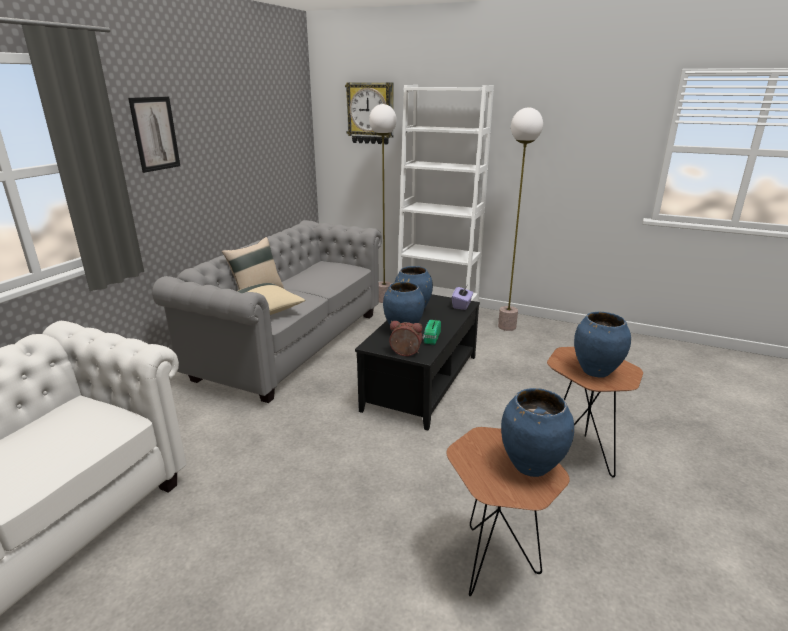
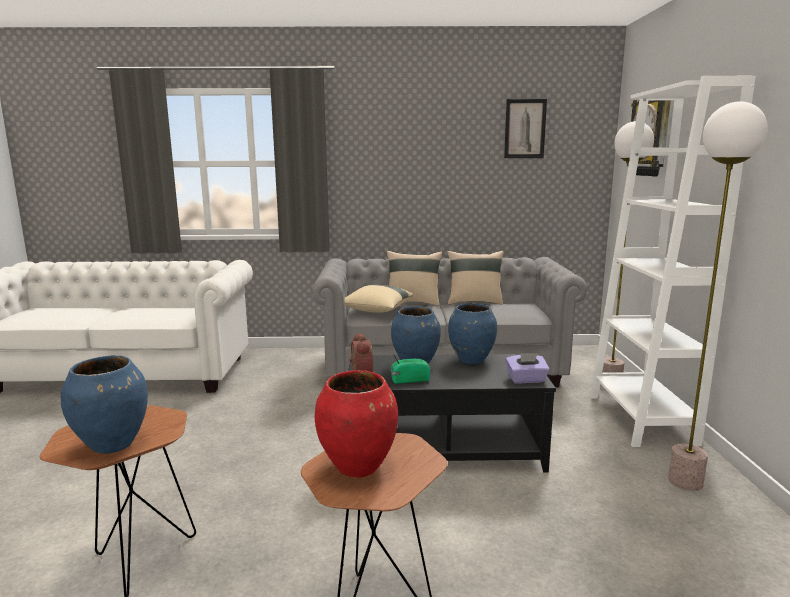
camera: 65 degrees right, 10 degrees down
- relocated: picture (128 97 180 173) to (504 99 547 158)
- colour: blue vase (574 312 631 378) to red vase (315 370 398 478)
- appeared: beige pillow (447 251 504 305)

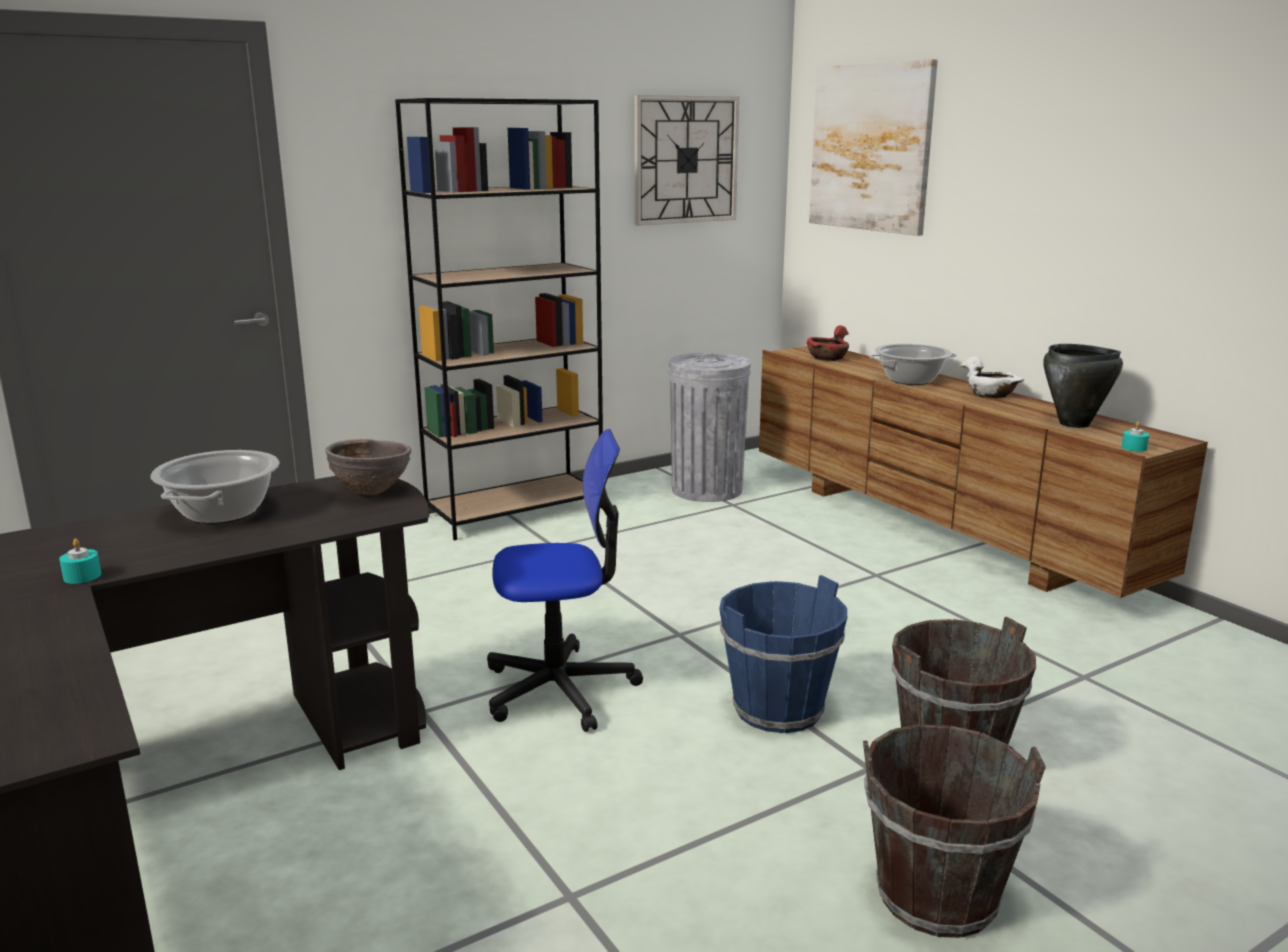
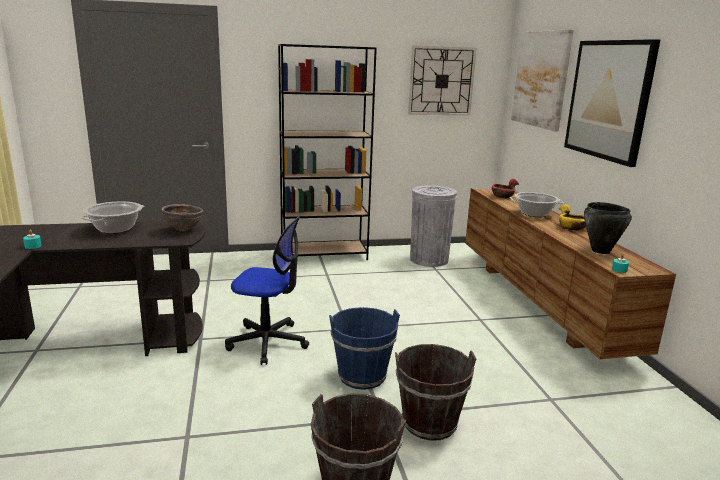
camera: 20 degrees right, 0 degrees up
- colour: white bowl (959 356 1024 398) to yellow bowl (558 204 586 230)
- appeared: picture (564 39 660 167)

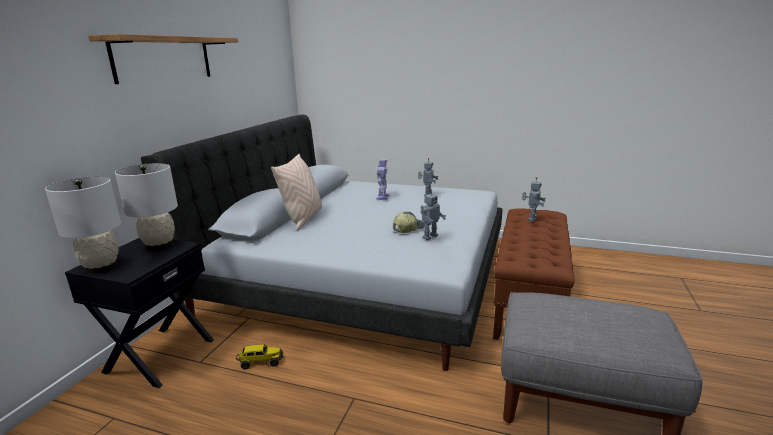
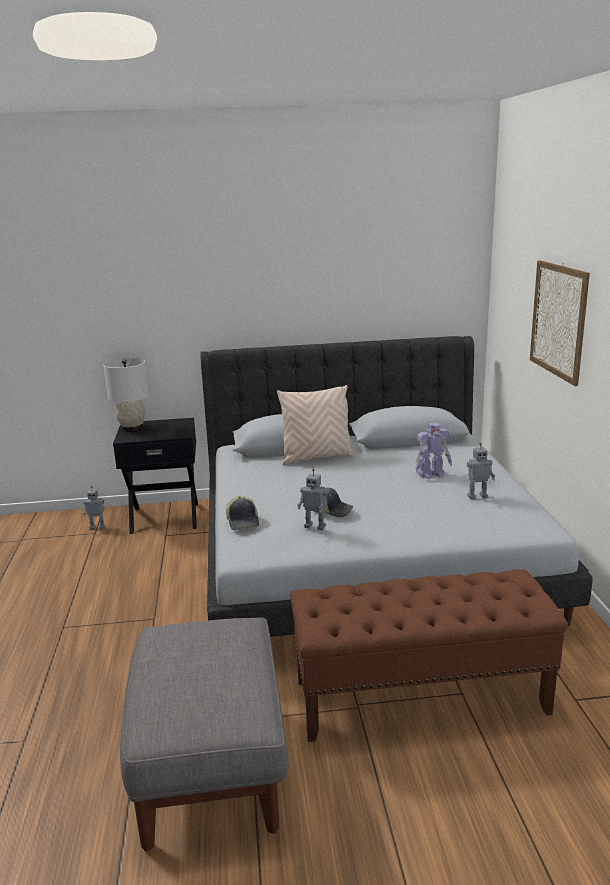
camera: 65 degrees right, 0 degrees up
- missing: shelf (88 34 238 84)
- missing: white table lamp (115 163 178 250)
- missing: toy truck (236 344 283 369)
- relocated: toy robot (522 177 546 222) to (83 486 105 530)
- appeared: cap (226 496 259 530)
- appeared: picture (530 260 590 386)

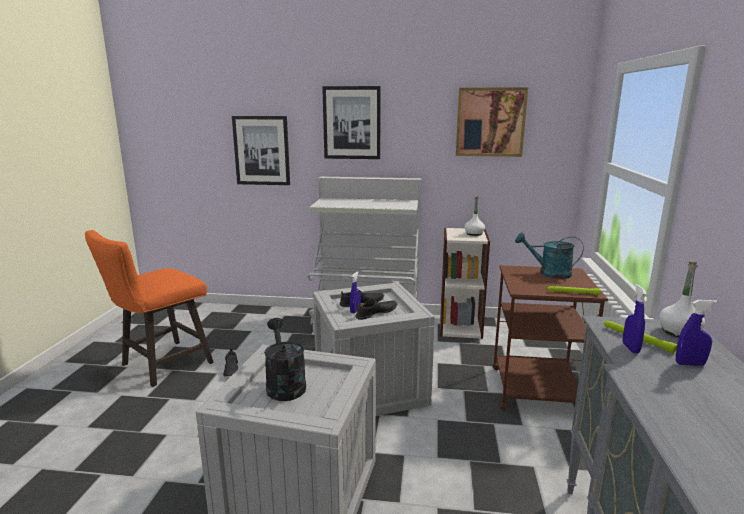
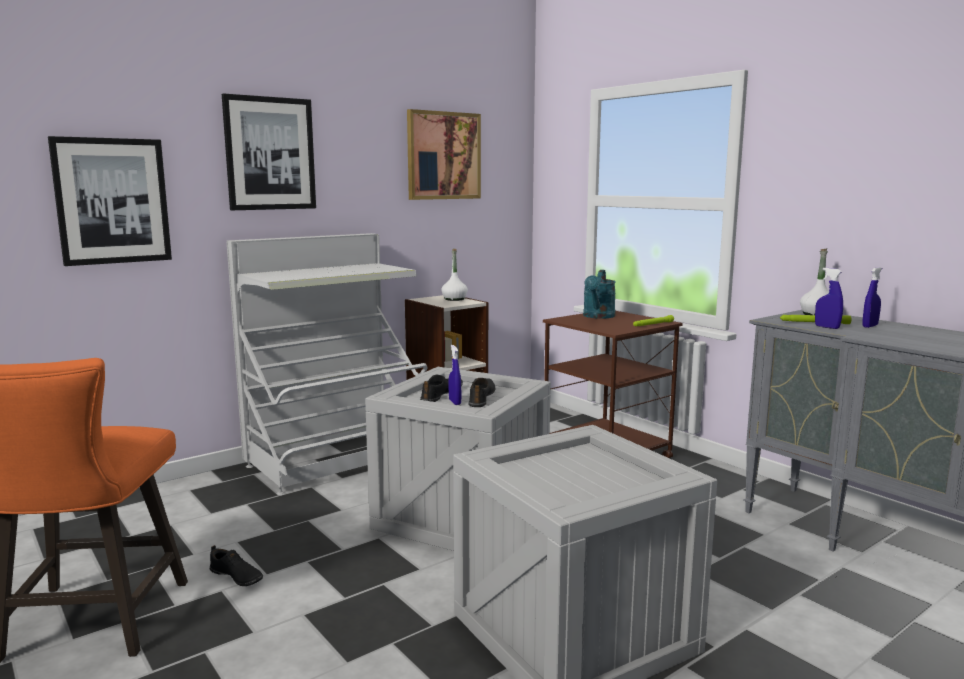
camera: 45 degrees left, 5 degrees down
- missing: black watering can (264 318 306 401)
- spun: turquoise watering can (515 232 584 279) = (583 270 616 319) 45 degrees counterclockwise

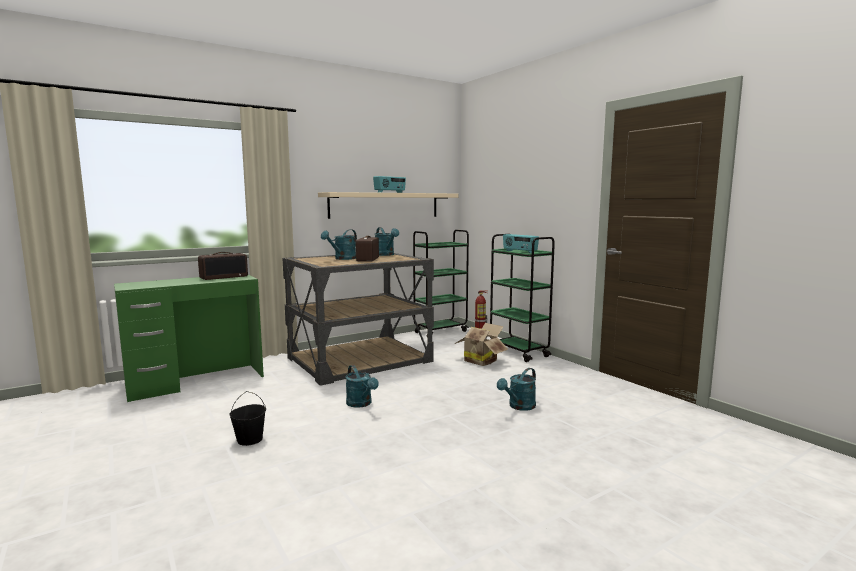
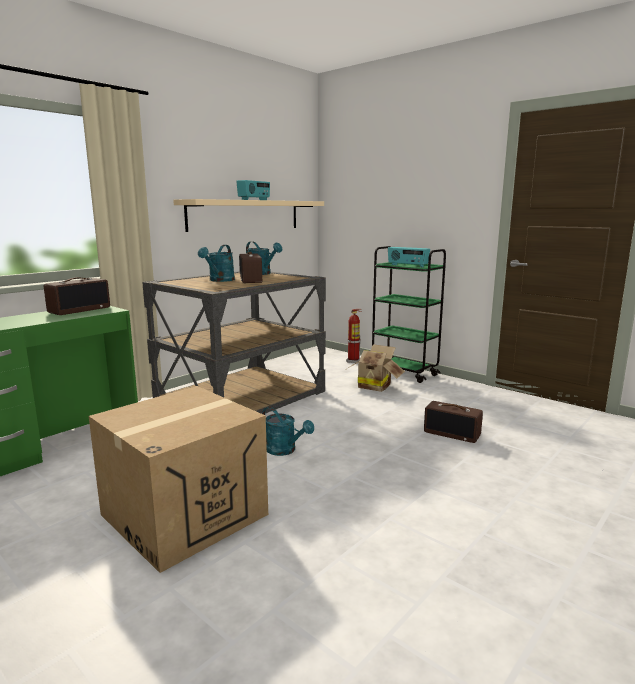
camera: 15 degrees left, 5 degrees up
- exchanged: black bucket (229 391 266 446) to cardboard box (89 386 268 573)
- missing: green cart (413 230 469 337)
- exchanged: turquoise watering can (497 368 536 411) to radio (424 401 483 443)

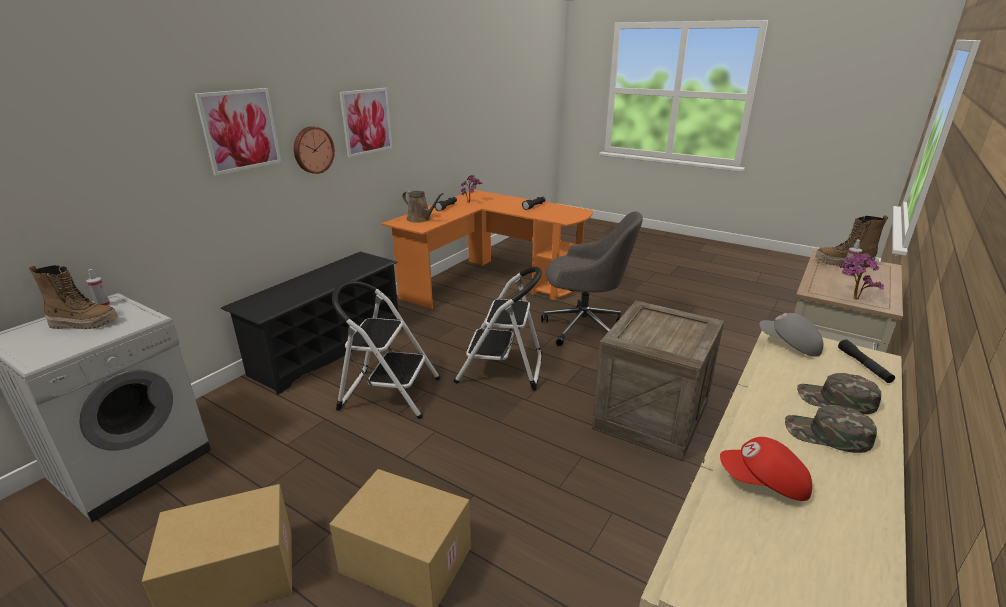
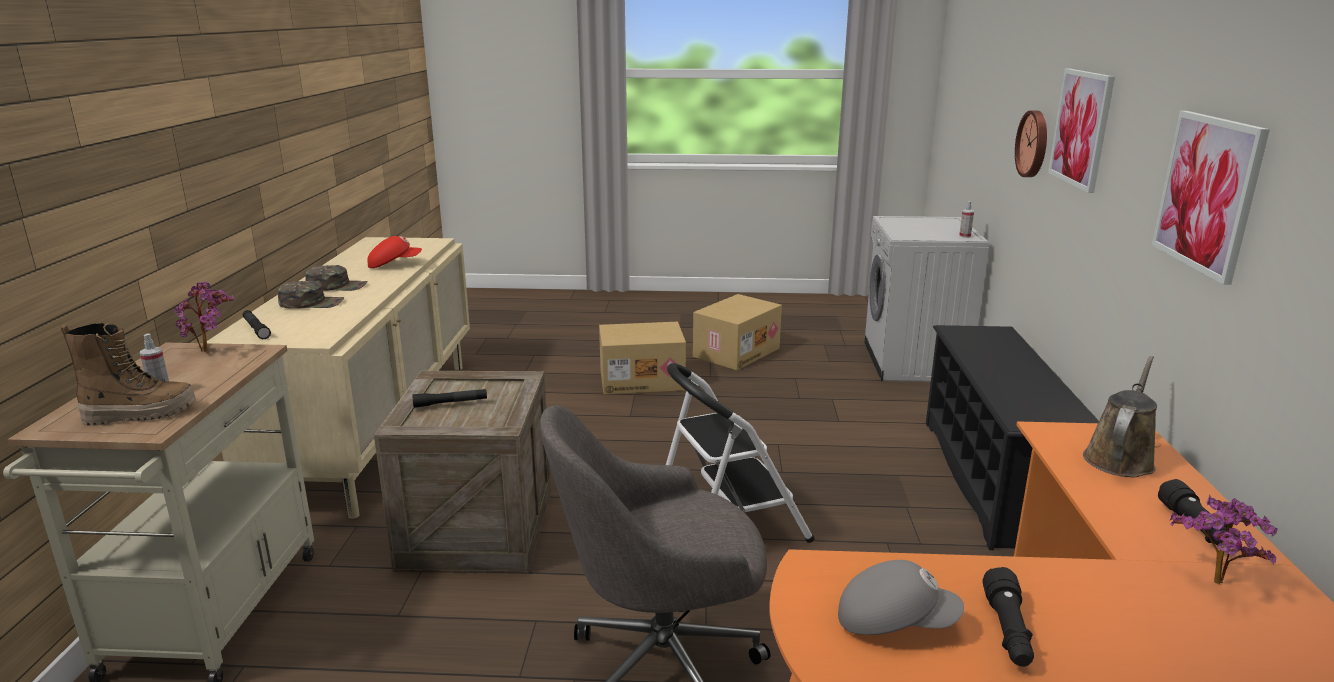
camera: 150 degrees right, 5 degrees down
- missing: boot (29 265 118 329)
- relocated: wall clock (294 126 335 174) to (1015 111 1047 177)
- missing: step ladder (332 281 441 419)
- spun: brown watering can (402 191 444 223) = (1083 356 1157 477) 120 degrees clockwise
- relocated: grey cap (760 313 823 357) to (838 560 964 635)
- appeared: black flashlight (413 389 487 408)

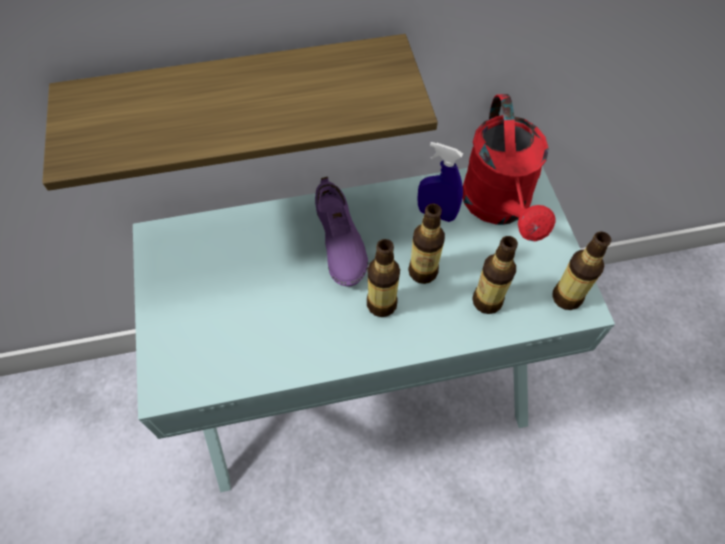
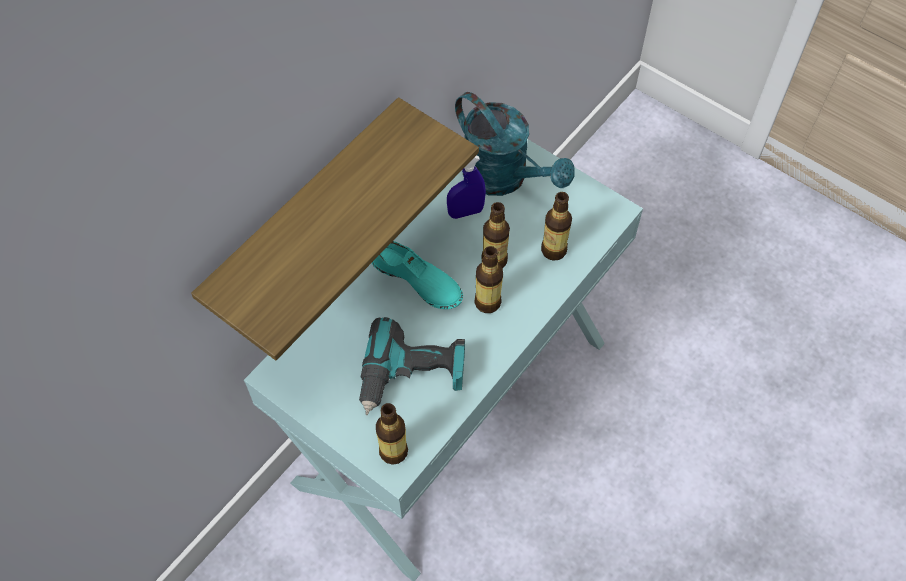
camera: 40 degrees left, 0 degrees up
- colour: purple shoe (315 177 368 287) to turquoise shoe (372 241 463 309)
- colour: red watering can (463 94 555 241) to turquoise watering can (455 92 575 196)
- relocated: bottle (552 231 611 310) to (376 403 408 465)
- appeared: power drill (359 317 465 415)

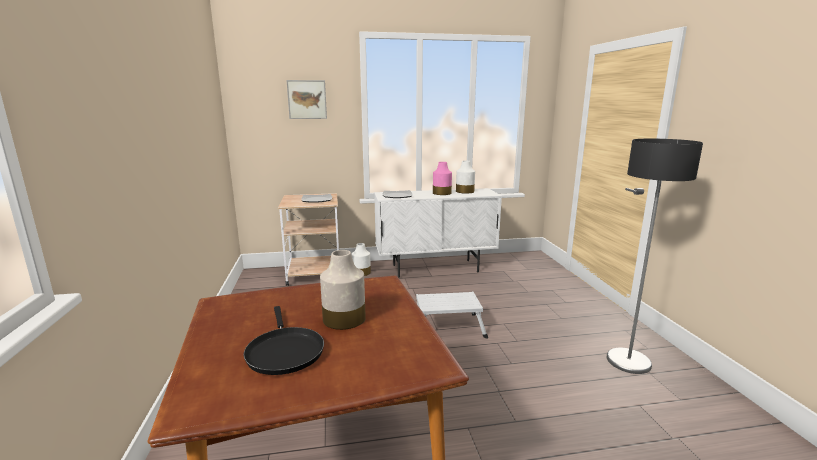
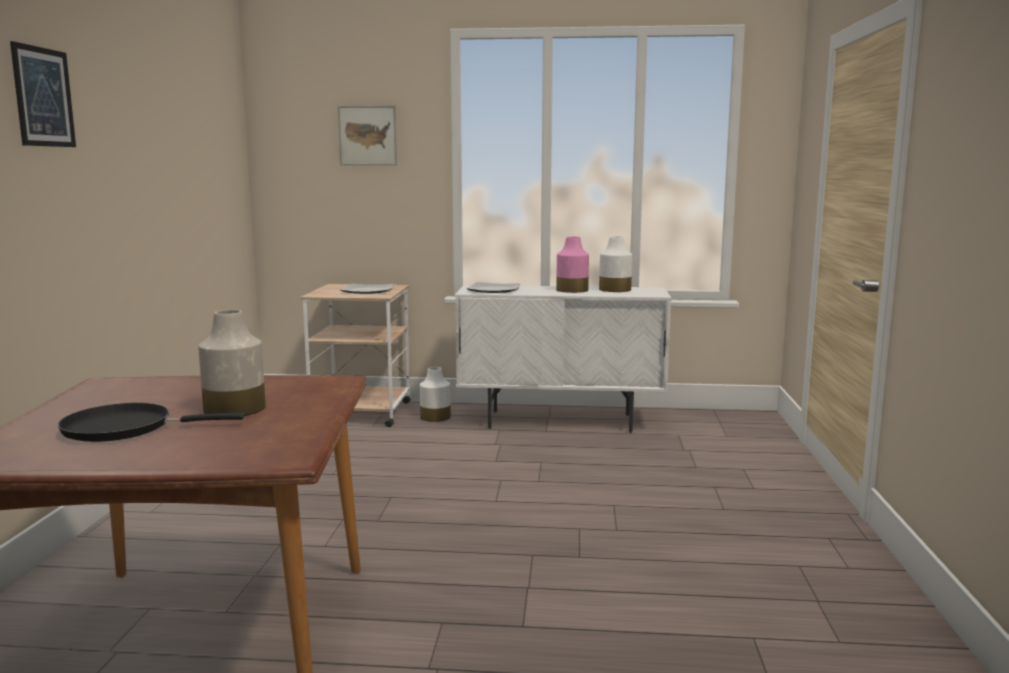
camera: 15 degrees right, 5 degrees down
- spun: black frying pan (243 306 324 375) = (58 403 244 442) 90 degrees clockwise
- missing: white step ladder (416 292 488 339)
- missing: floor lamp (607 139 703 374)
- appeared: picture (10 41 76 147)

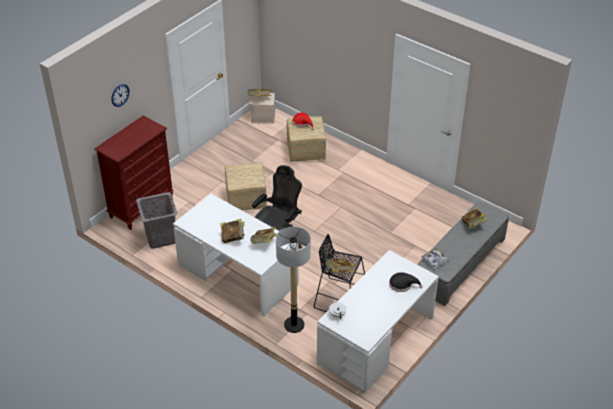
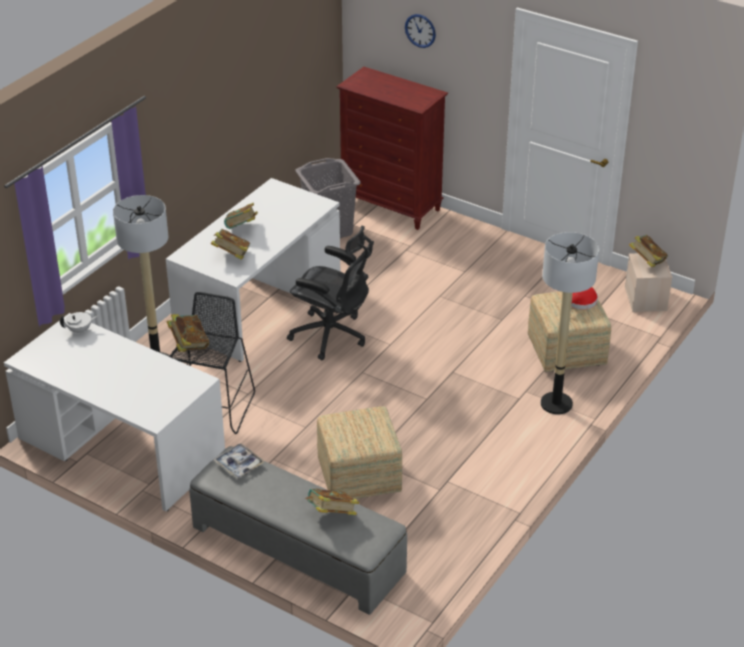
camera: 85 degrees right, 5 degrees down
- relocated: ottoman (225 162 267 210) to (317 406 402 499)
- missing: black hat (389 272 422 292)
- appeared: floor lamp (541 232 599 414)

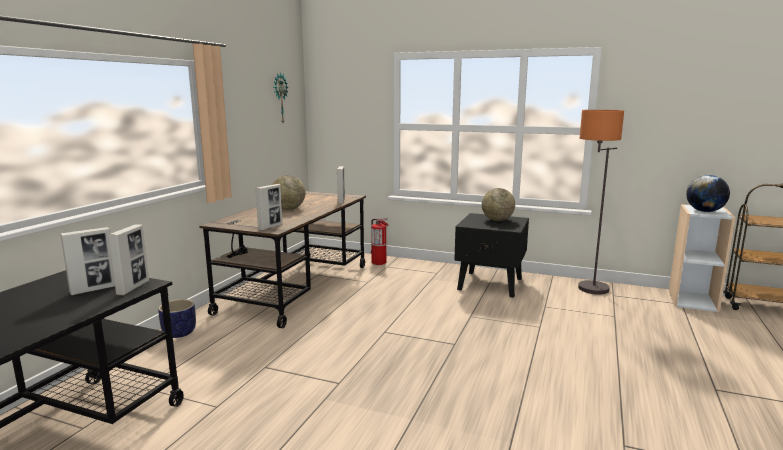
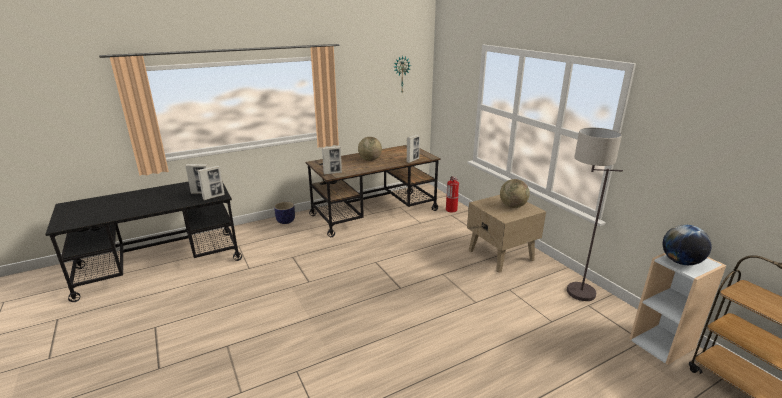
camera: 40 degrees right, 10 degrees up
- colour: black nightstand (454 213 529 298) to beige nightstand (467 195 546 273)
- colour: orange floor lamp (578 110 624 295) to grey floor lamp (567 128 623 301)

